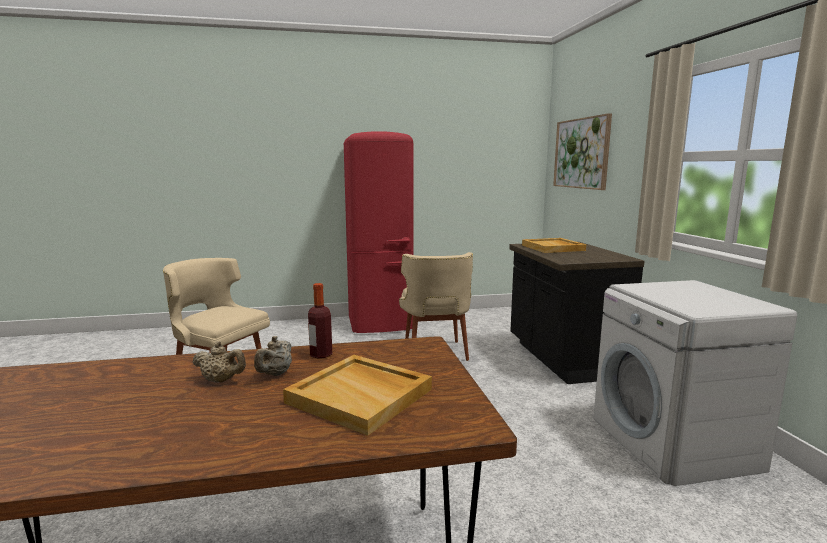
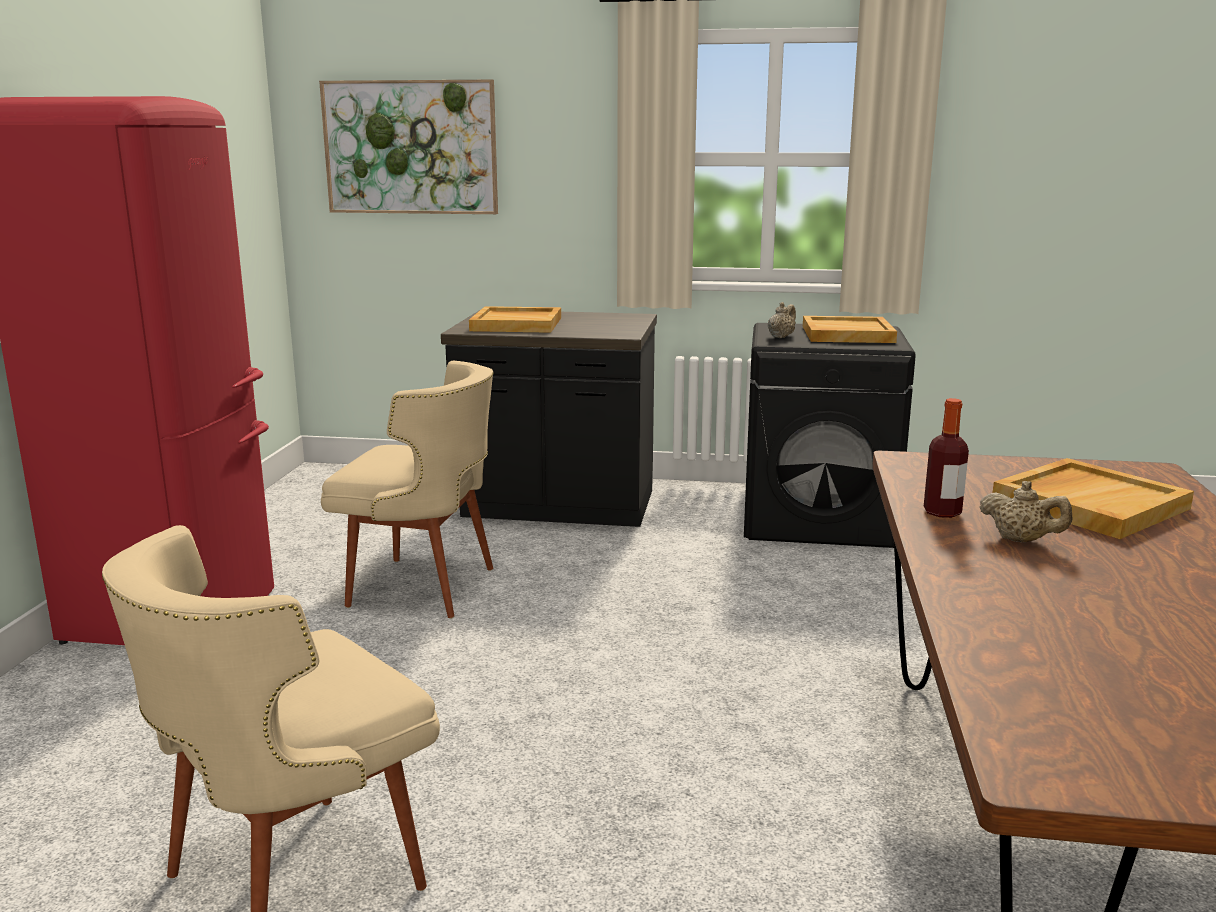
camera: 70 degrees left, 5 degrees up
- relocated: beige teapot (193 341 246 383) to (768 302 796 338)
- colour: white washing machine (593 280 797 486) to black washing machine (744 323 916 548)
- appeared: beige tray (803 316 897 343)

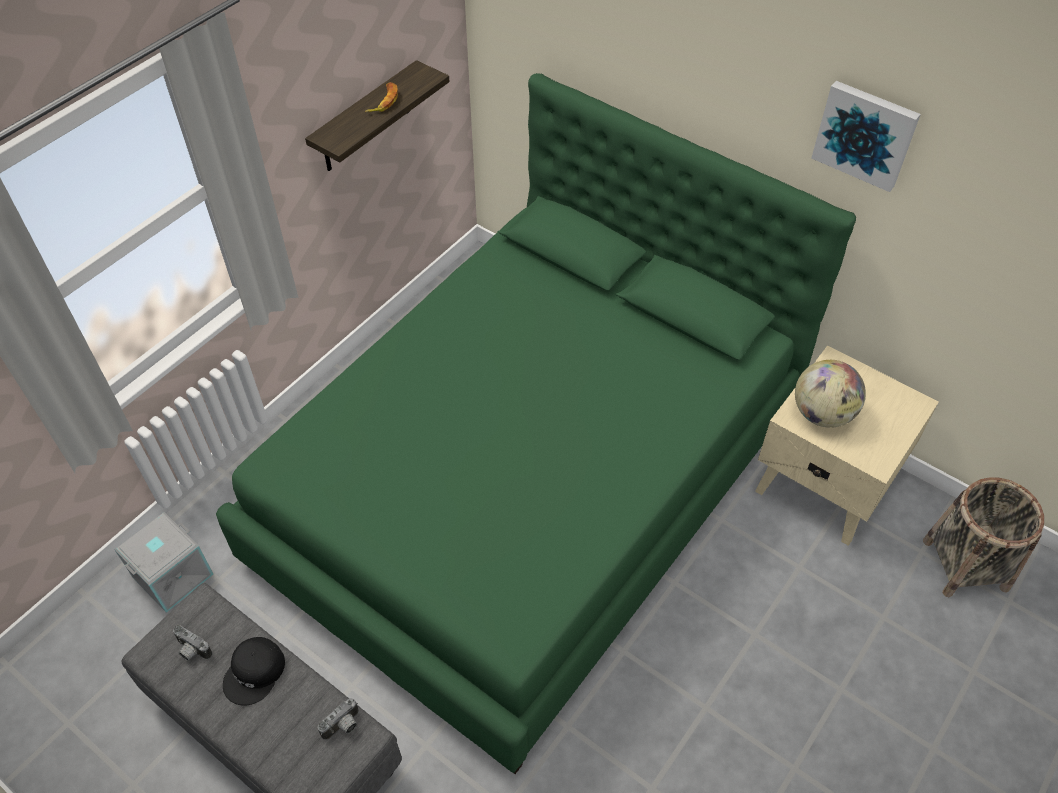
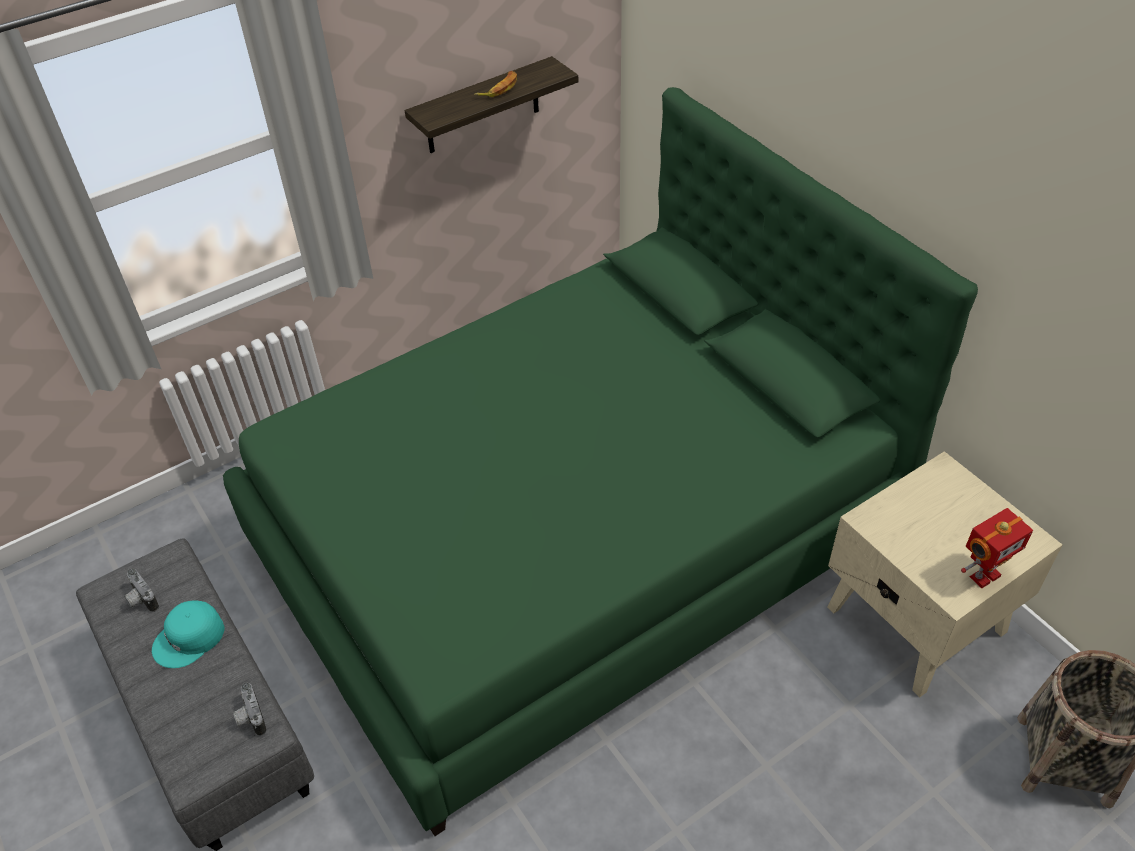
camera: 20 degrees right, 5 degrees down
- missing: grey storage box (114 512 213 613)
- colour: black cap (223 637 285 706) to turquoise cap (152 600 225 668)
- spun: photo camera (318 698 359 740) = (233 683 267 736) 90 degrees clockwise
- missing: globe (795 360 866 428)
- missing: picture (811 81 921 192)
- appeared: toy robot (961 508 1033 588)

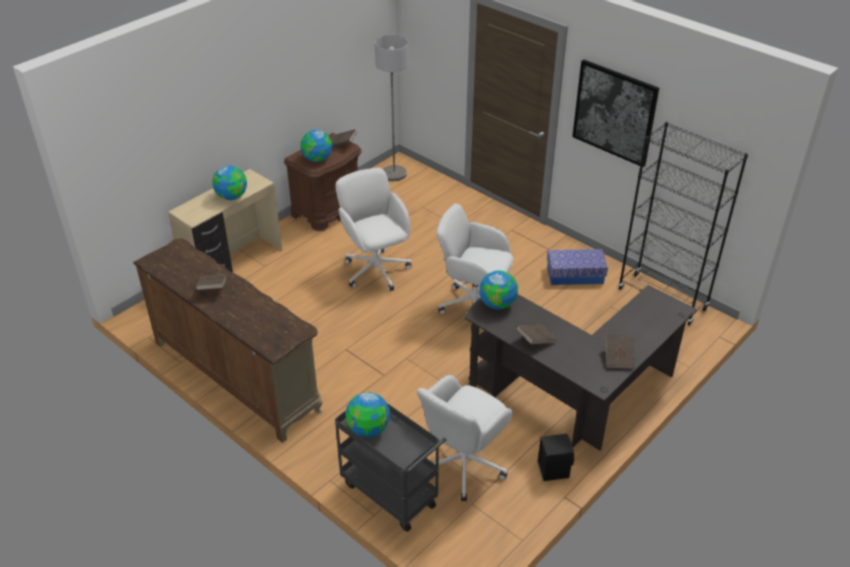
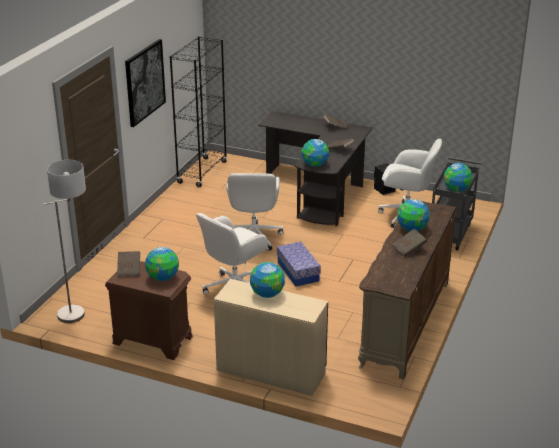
camera: 110 degrees left, 10 degrees down
- relocated: storage box (547 249 608 285) to (277 241 321 287)
- appeared: globe (397 199 430 231)

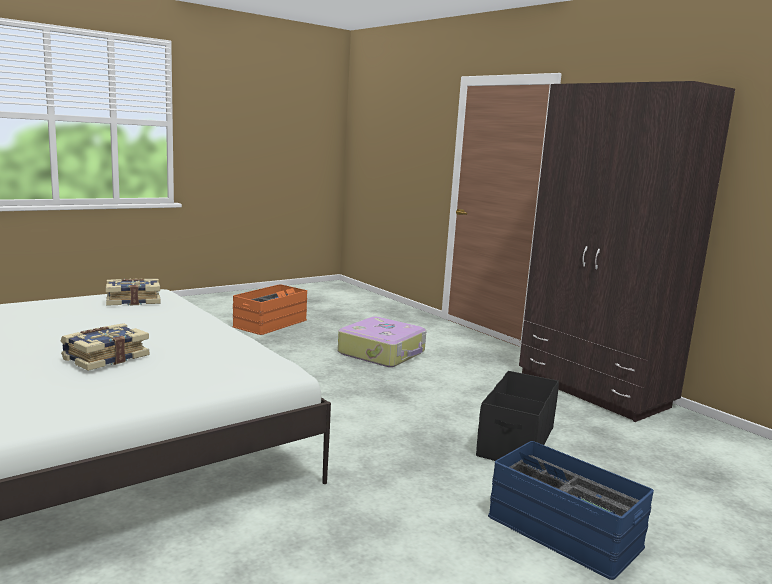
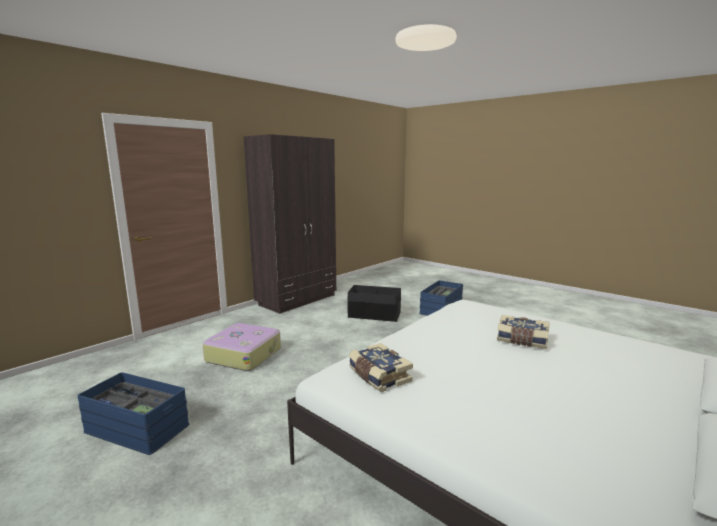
camera: 100 degrees left, 0 degrees up
- colour: orange storage box (232 284 307 335) to blue storage box (77 372 189 455)

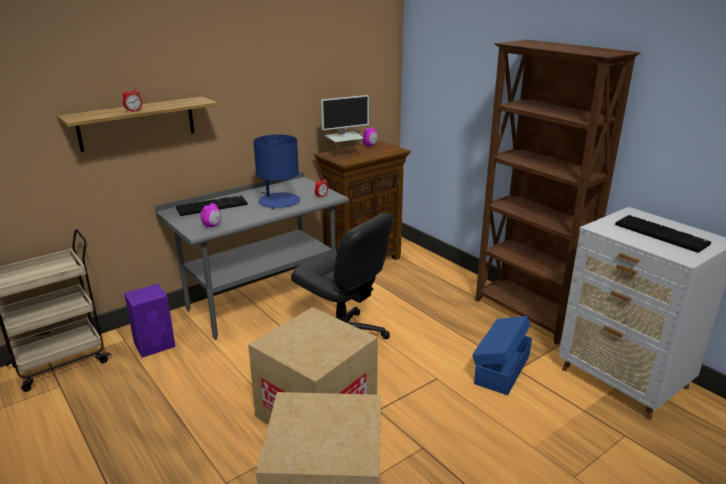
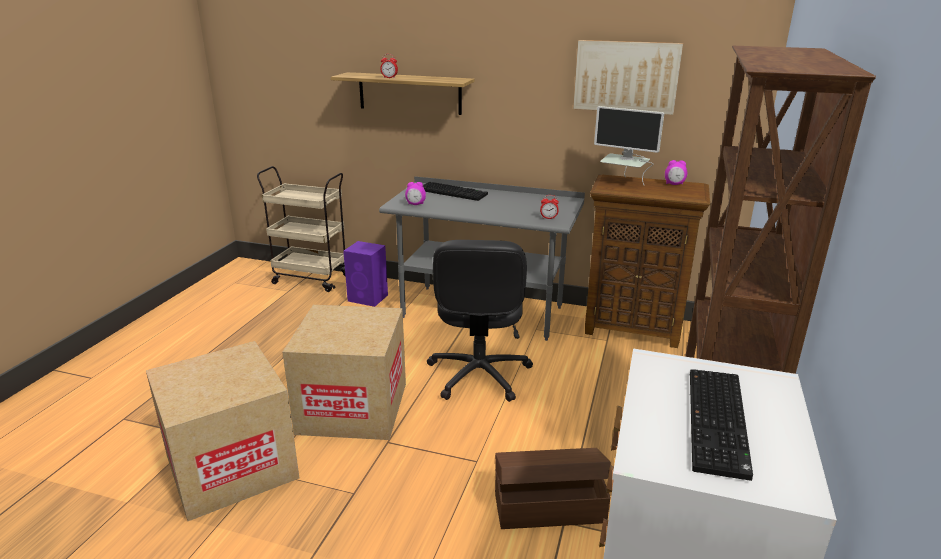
camera: 55 degrees right, 0 degrees up
- missing: blue table lamp (253 134 300 209)
- colour: blue storage box (472 316 532 395) to brown storage box (495 448 611 529)
- appeared: picture (573 40 683 115)

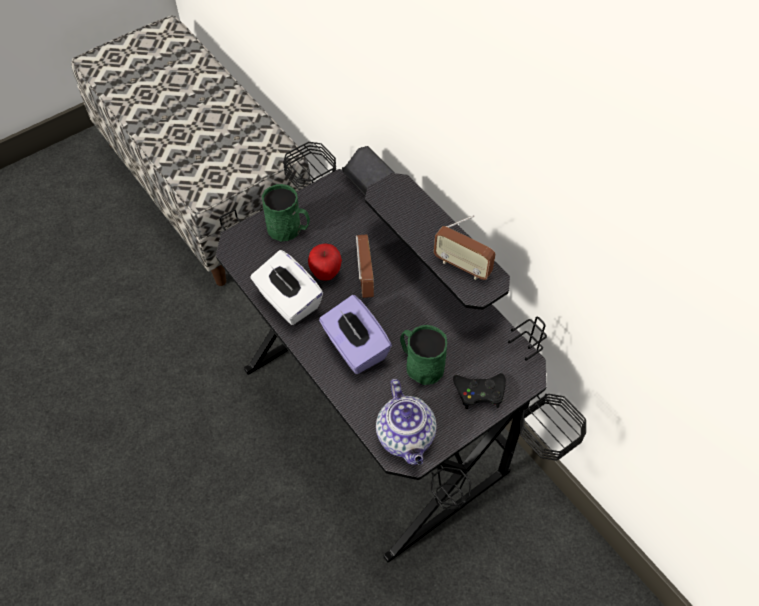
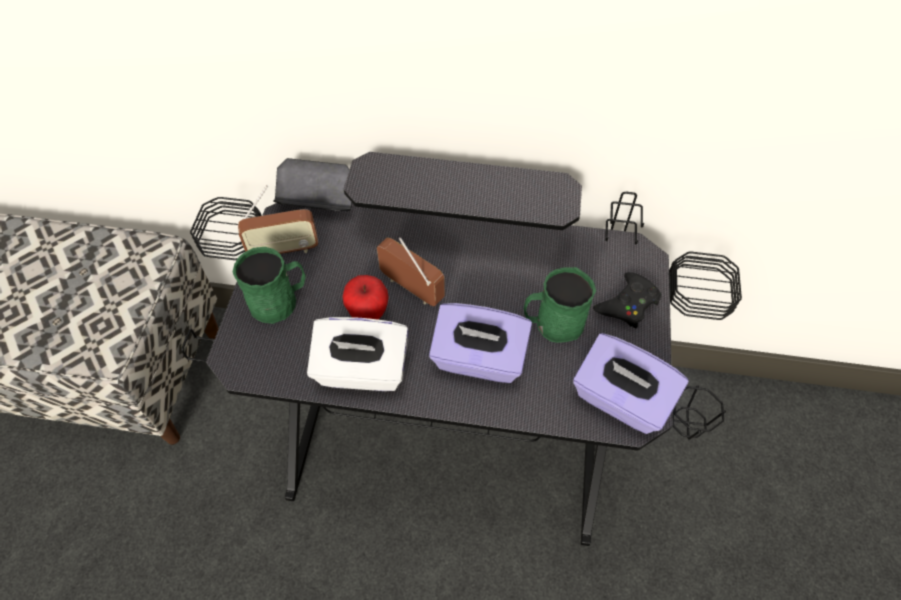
camera: 45 degrees left, 0 degrees up
- exchanged: teapot (376 379 437 465) to purple tissue box (573 333 688 434)
- relocated: radio (434 215 496 280) to (238 185 318 254)

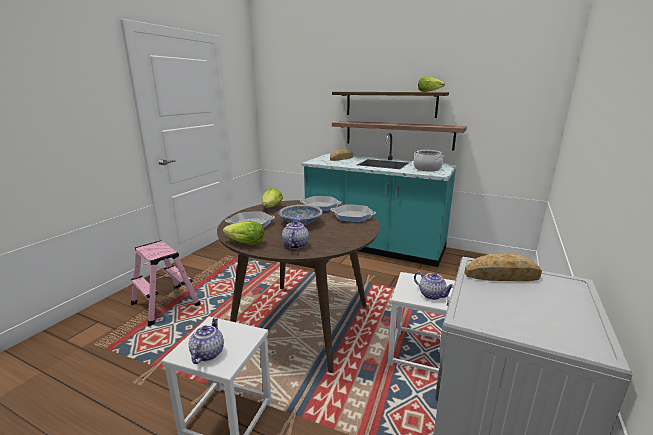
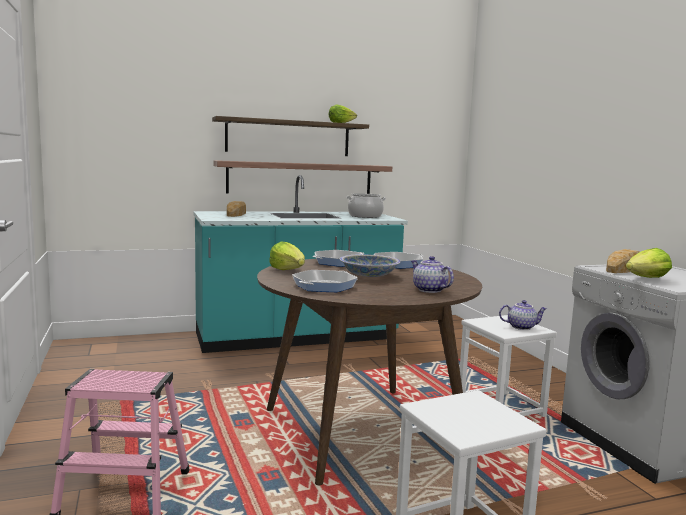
camera: 45 degrees left, 10 degrees down
- missing: teapot (189 317 224 364)
- relocated: lettuce (223 221 264 245) to (626 248 672 278)

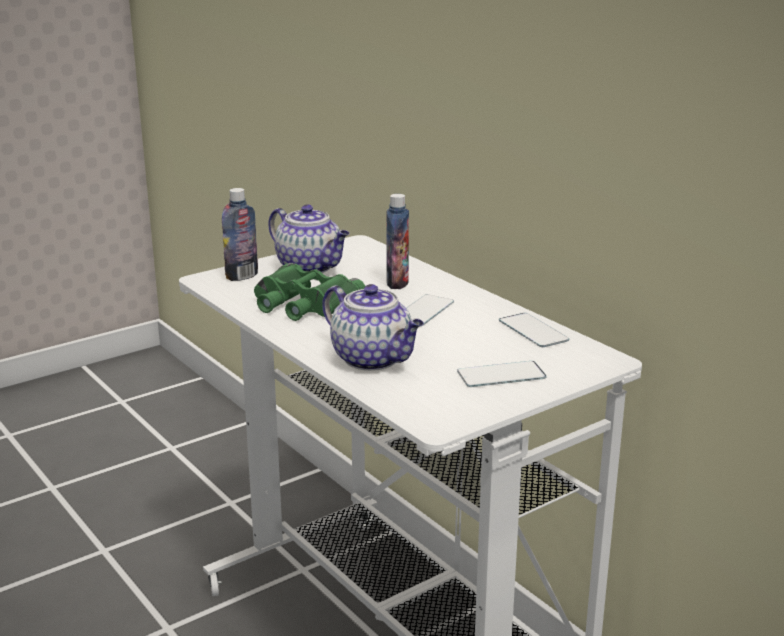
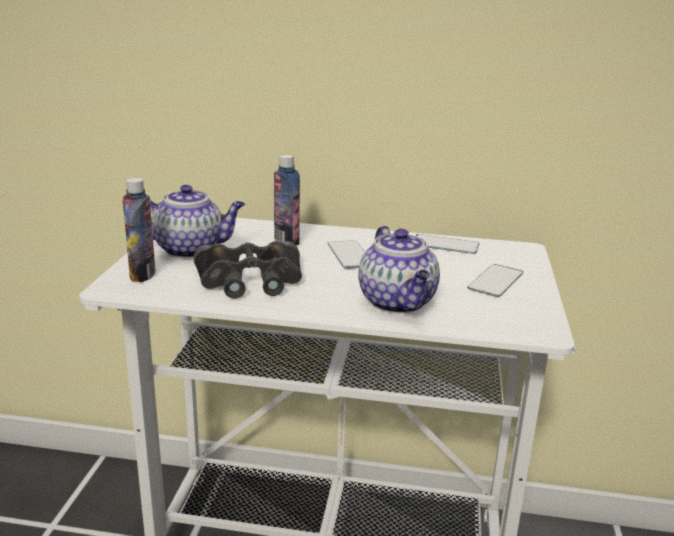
camera: 45 degrees left, 0 degrees up
- colour: green binoculars (254 263 365 321) to black binoculars (193 241 302 298)
- spun: teapot (322 284 424 371) = (358 226 440 313) 75 degrees clockwise

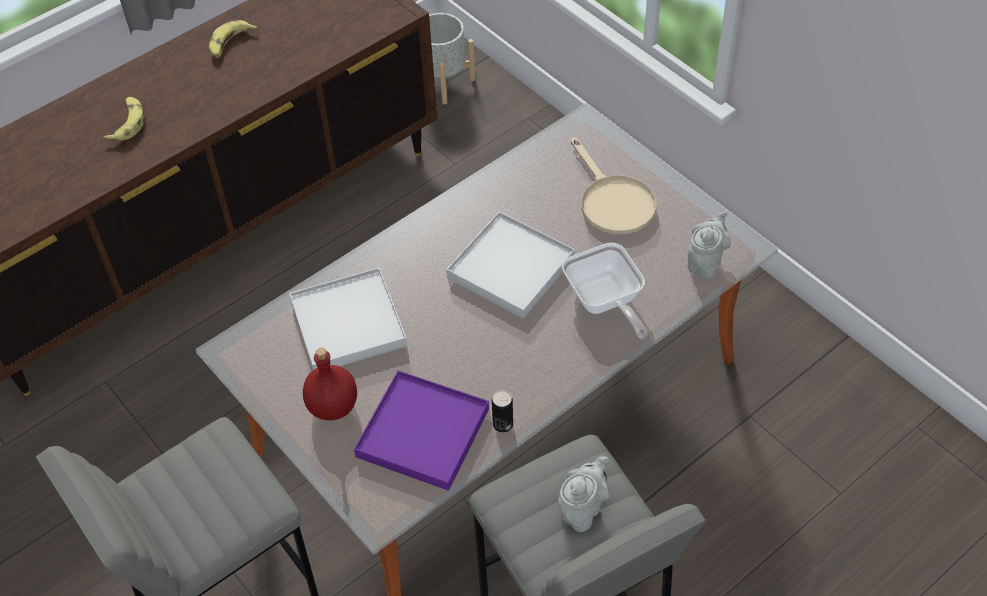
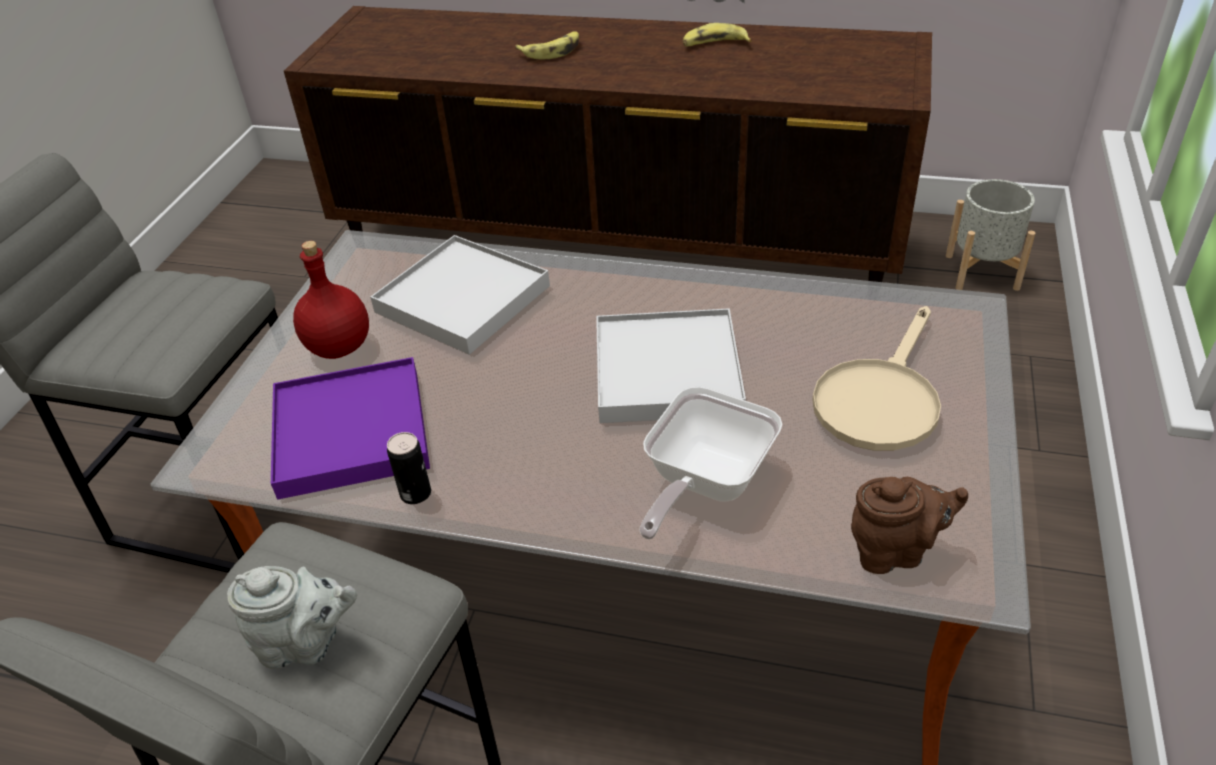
camera: 55 degrees right, 10 degrees down
- colour: grey teapot (687 211 731 279) to brown teapot (851 477 968 574)

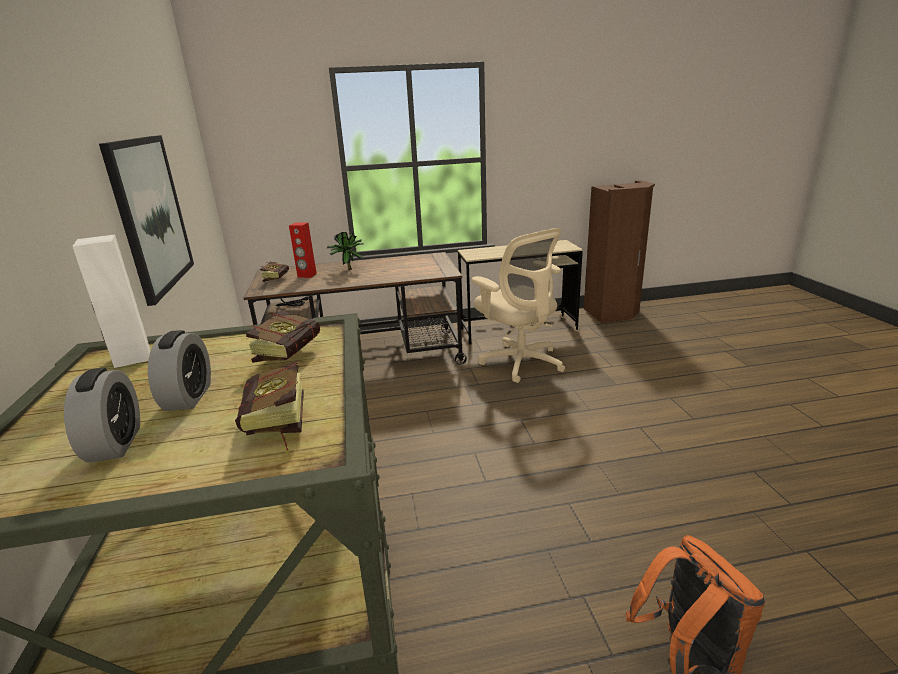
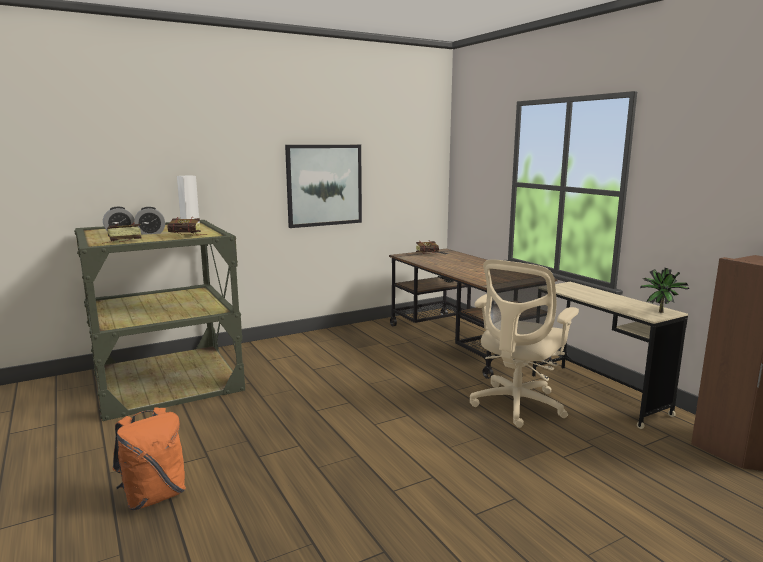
camera: 70 degrees right, 10 degrees down
- missing: red speaker (289 223 317 278)
- relocated: potted plant (327 232 364 270) to (640 268 689 313)

